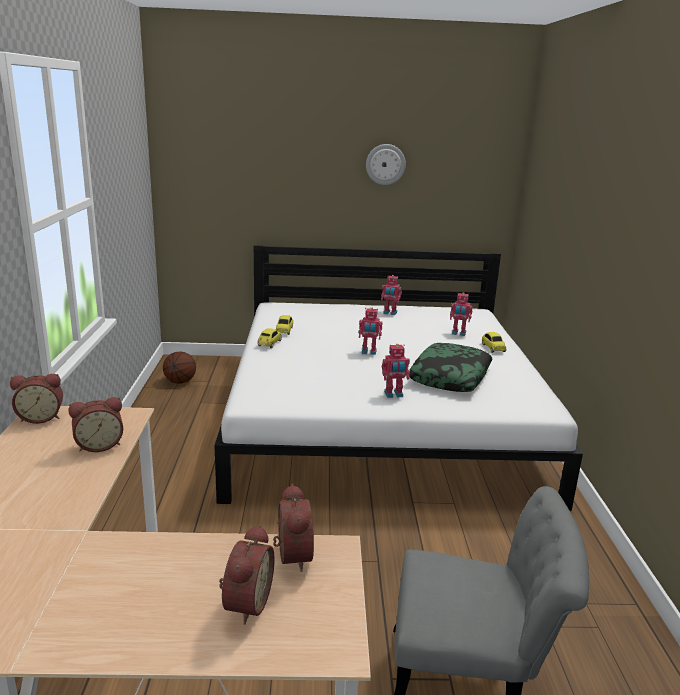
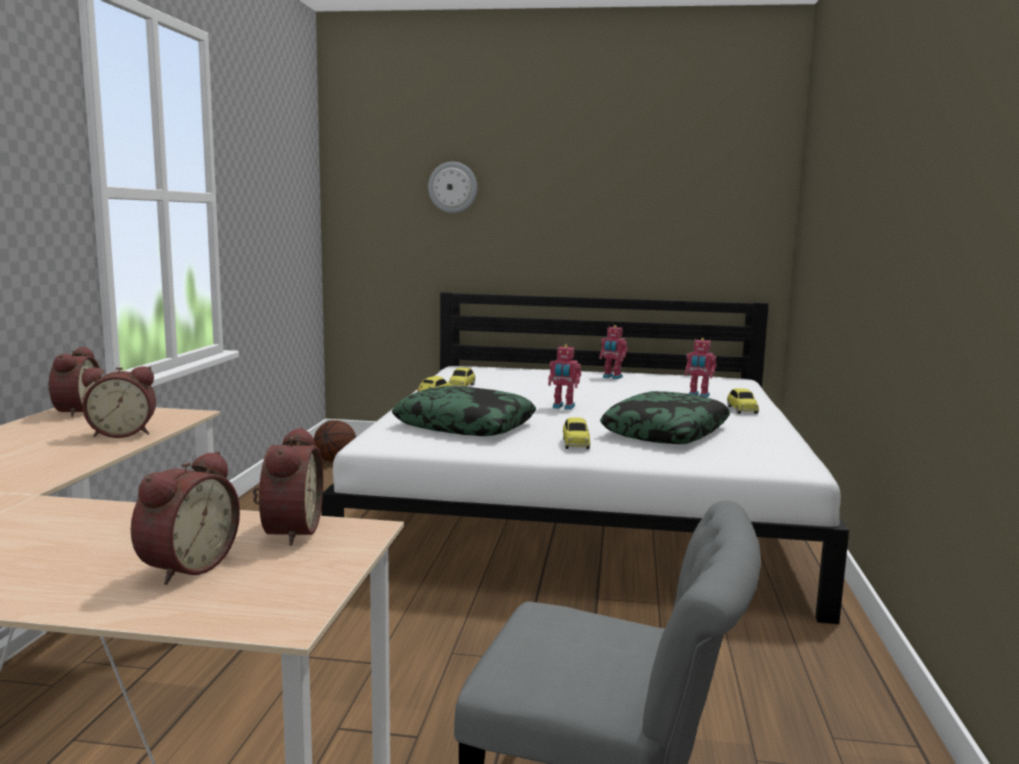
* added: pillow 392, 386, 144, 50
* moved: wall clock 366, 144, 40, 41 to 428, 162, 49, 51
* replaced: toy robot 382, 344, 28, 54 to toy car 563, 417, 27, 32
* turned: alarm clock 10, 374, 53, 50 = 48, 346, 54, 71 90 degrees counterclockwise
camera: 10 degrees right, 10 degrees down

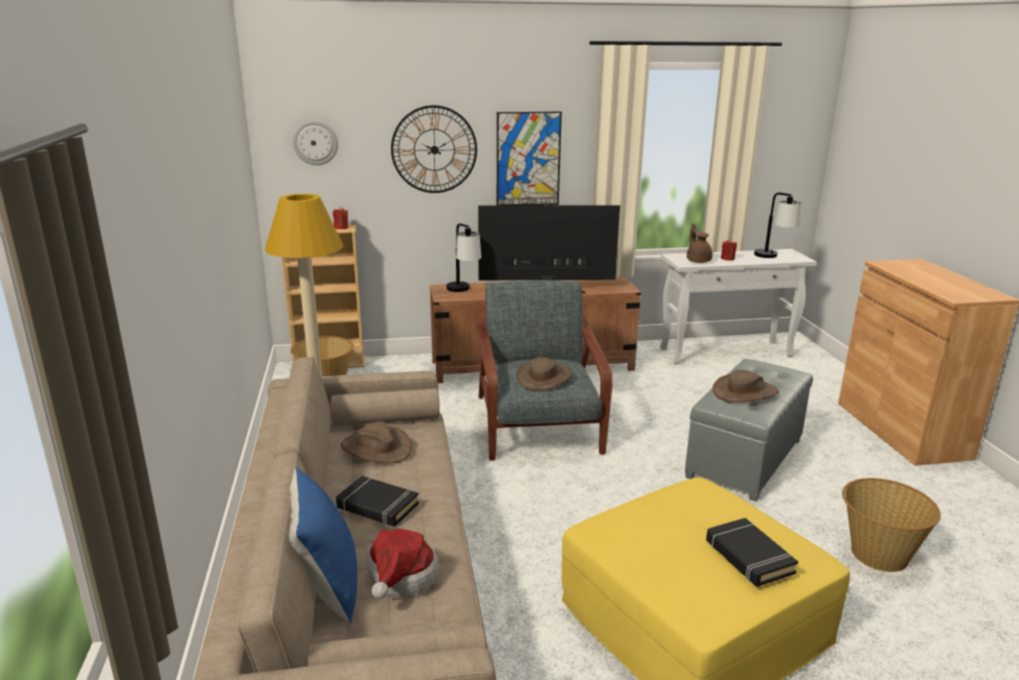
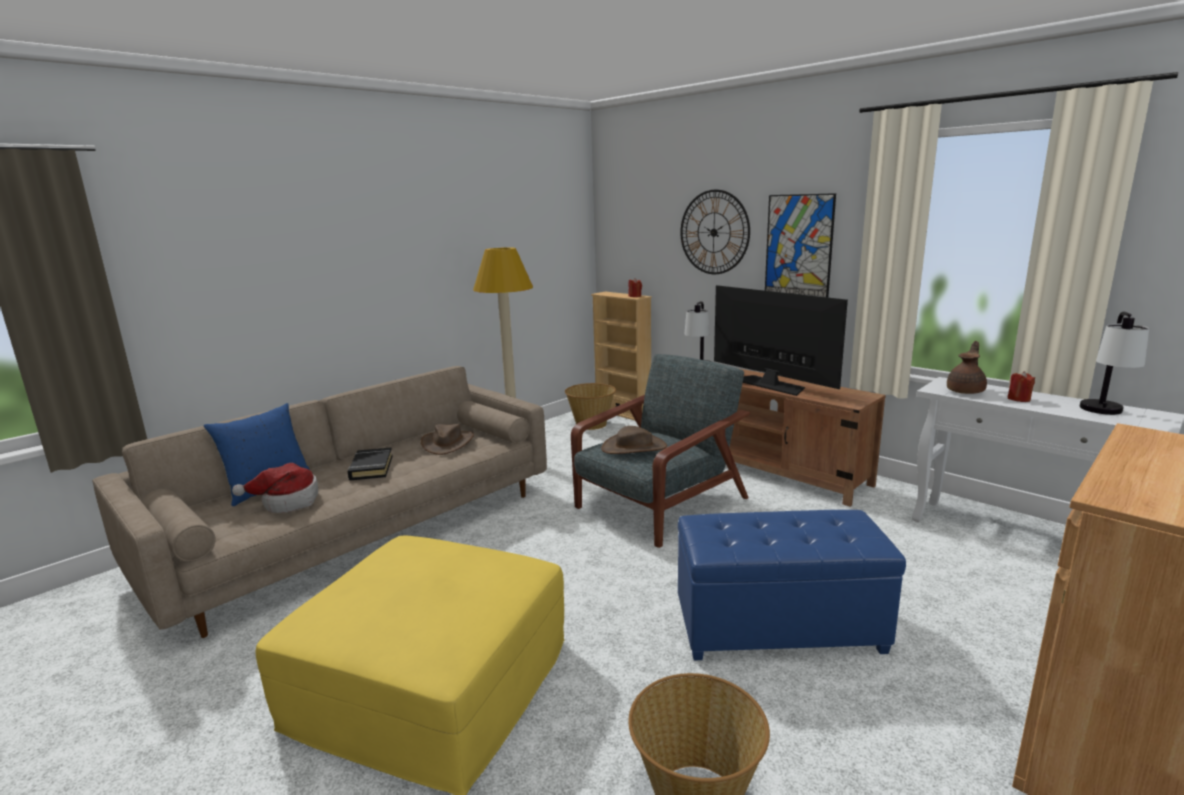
* removed: wall clock 293, 120, 45, 45
* removed: black book 706, 518, 92, 69
* removed: brown hat 713, 370, 66, 32
* recoloured: grey ottoman 685, 359, 128, 142 to blue ottoman 678, 510, 228, 151
camera: 55 degrees right, 5 degrees down

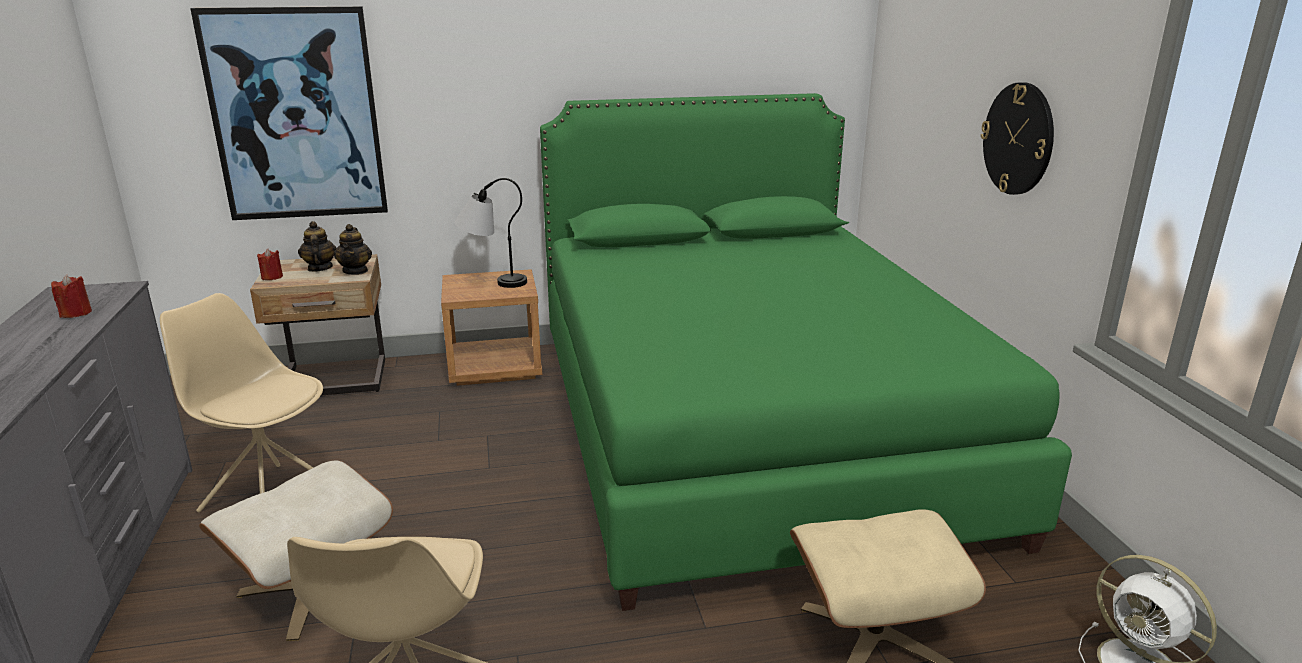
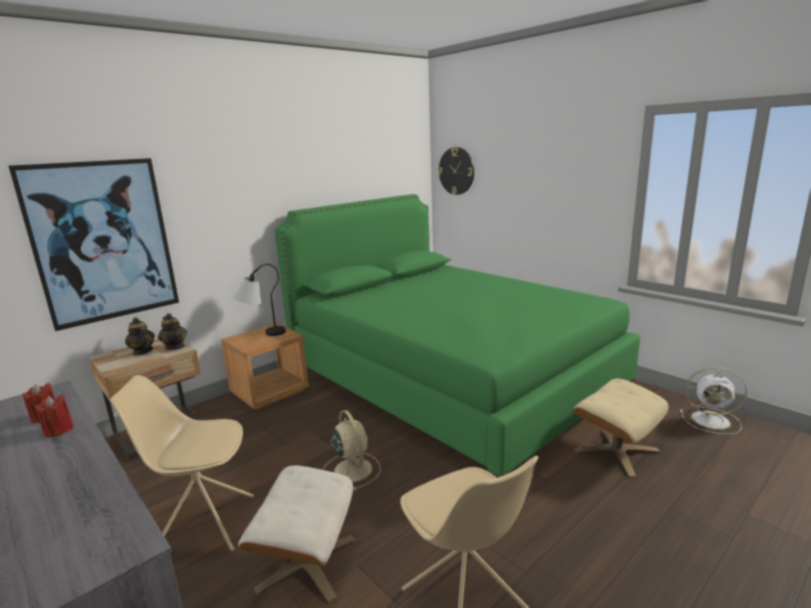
* added: beige fan 323, 410, 58, 80
* moved: red candle 257, 249, 26, 31 to 35, 394, 39, 44
* moved: wall clock 981, 82, 73, 113 to 438, 147, 36, 48
camera: 30 degrees left, 5 degrees down

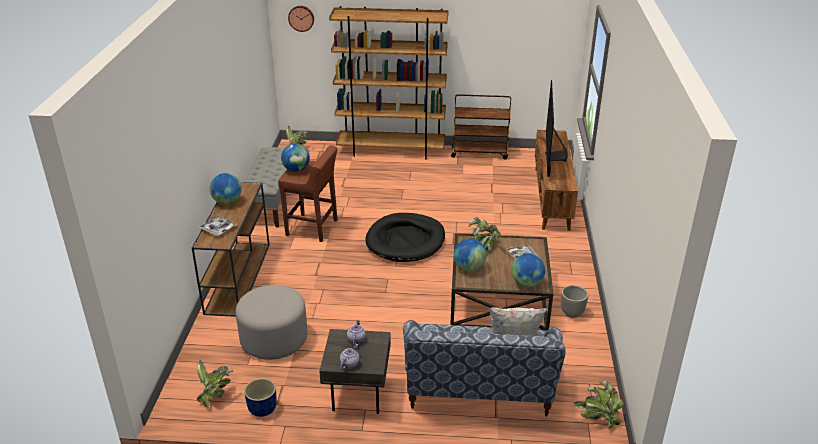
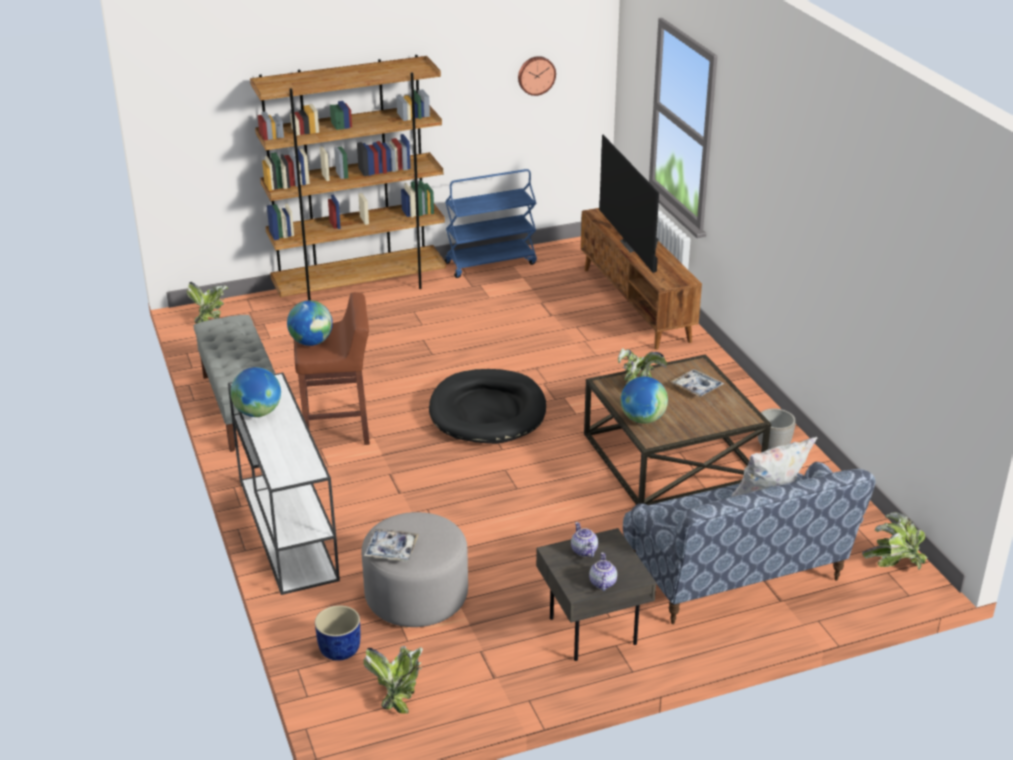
* removed: globe 511, 253, 34, 34
* moved: tray 199, 216, 38, 20 to 364, 529, 55, 32
* moved: blue planter 244, 378, 33, 39 to 315, 605, 45, 56
* moved: wall clock 288, 6, 26, 26 to 518, 56, 38, 40
* recoloured: brown console table 192, 182, 78, 135 to white console table 228, 373, 112, 222
* recoloured: brown cart 451, 94, 60, 66 to blue cart 444, 169, 93, 109
camera: 25 degrees left, 0 degrees up

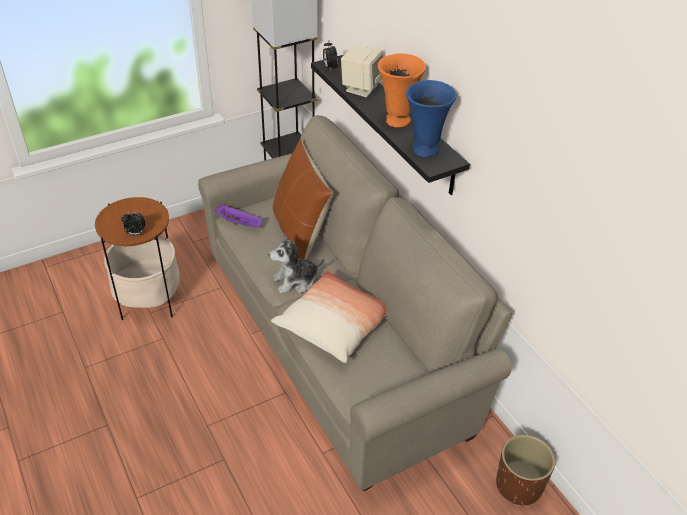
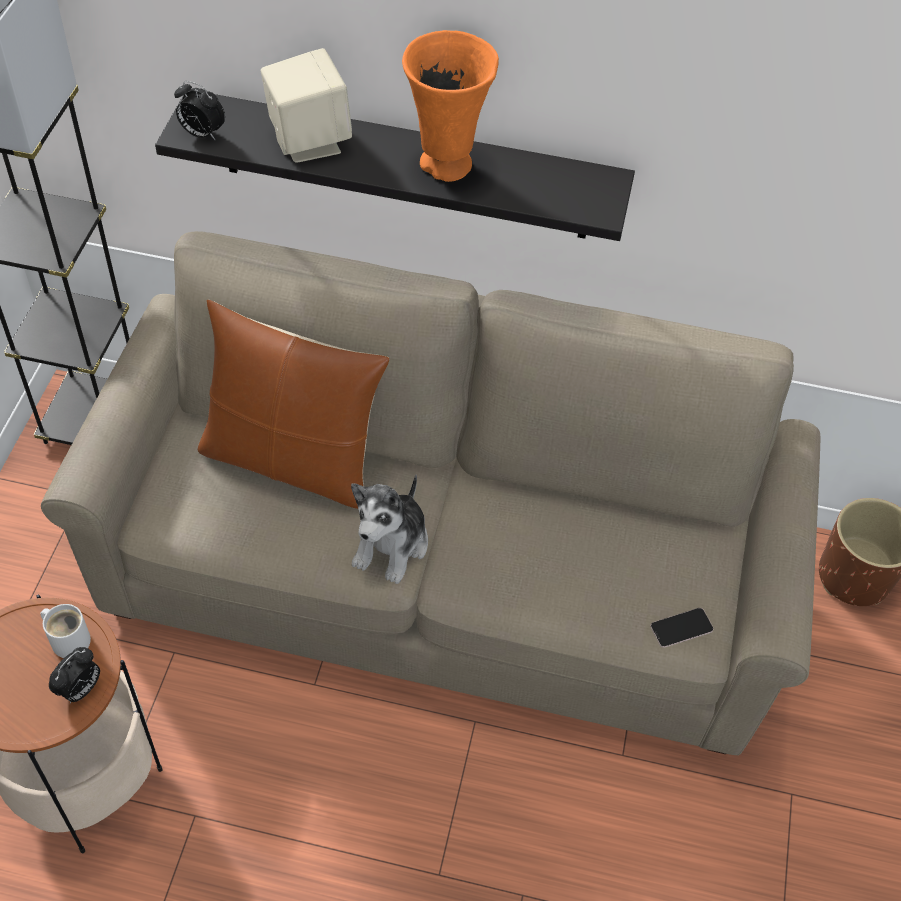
* removed: purple tray 214, 204, 49, 24
* removed: pillow 271, 270, 117, 93
* removed: blue vase 406, 80, 51, 77
* added: white mug 41, 604, 50, 54
* added: phone 650, 608, 64, 40
camera: 50 degrees left, 10 degrees up

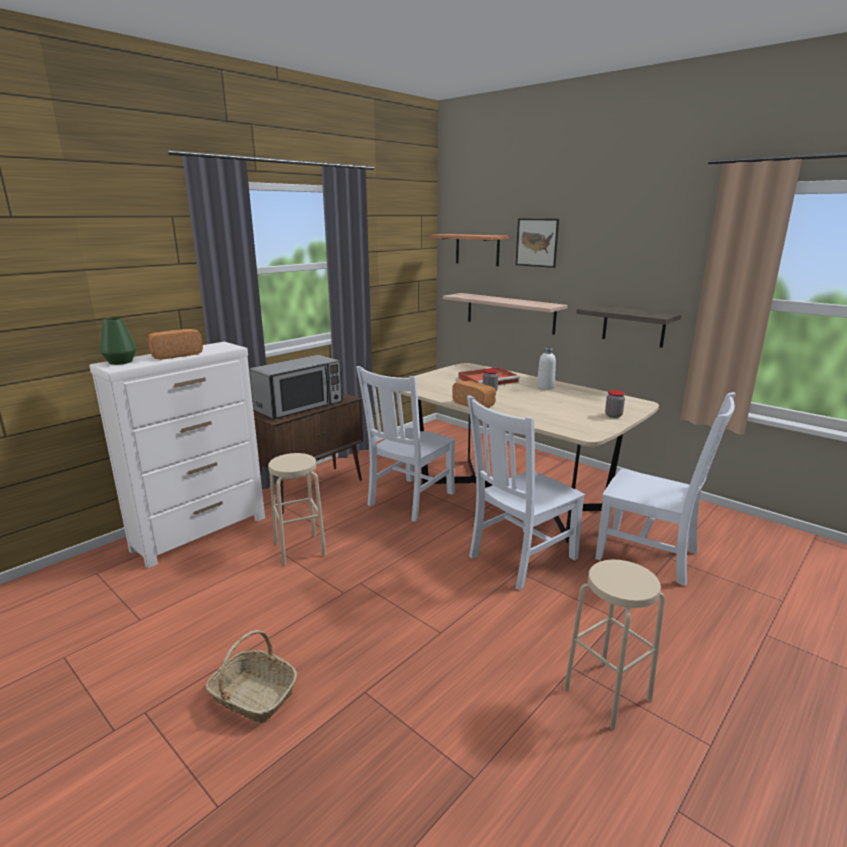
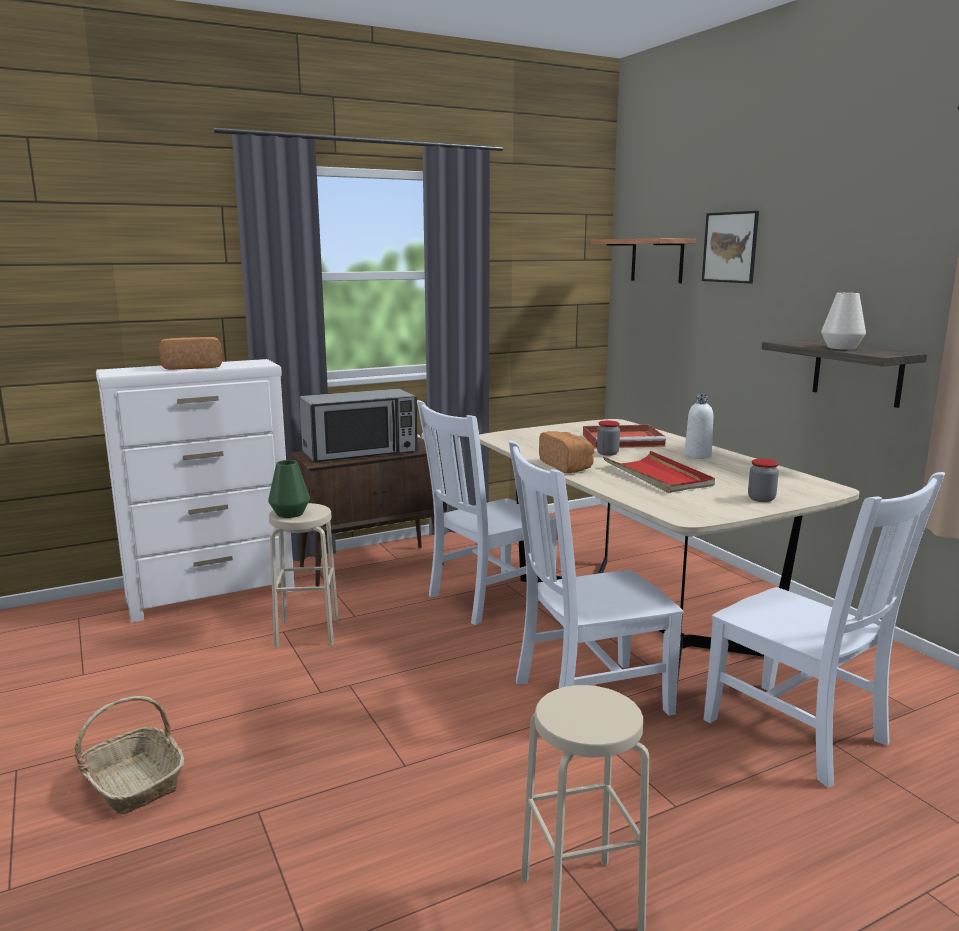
* removed: shelf 443, 293, 125, 42
* added: red tray 603, 451, 112, 42
* added: white vase 821, 293, 45, 57
* moved: green vase 100, 318, 37, 47 to 268, 460, 42, 58
camera: 20 degrees right, 5 degrees down

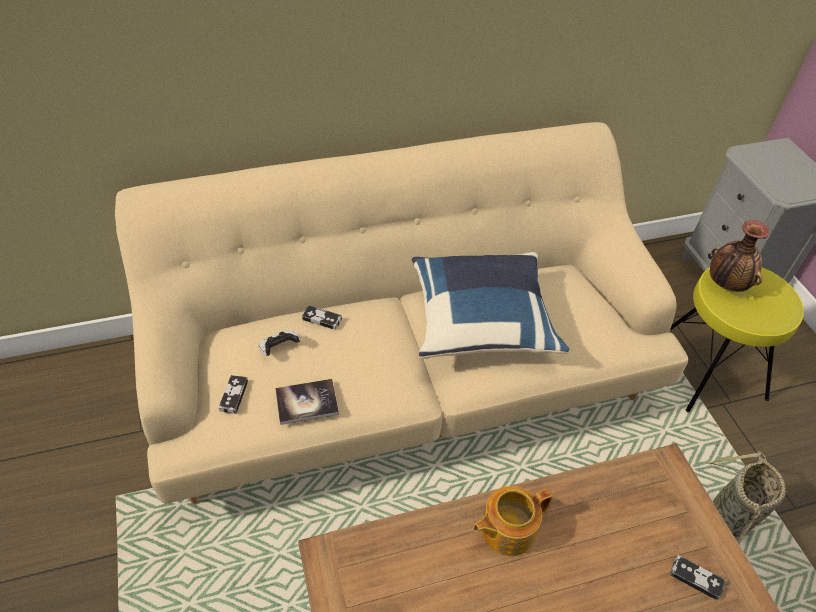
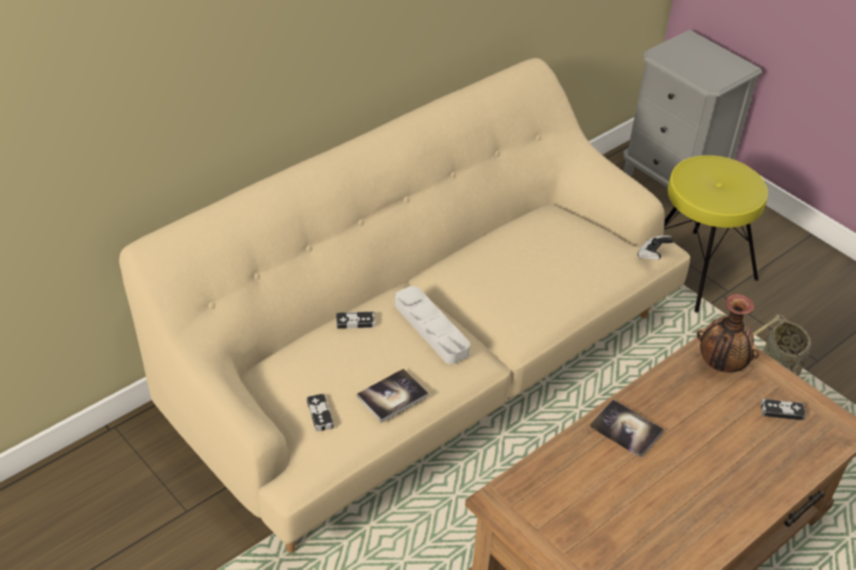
* removed: blue pillow 411, 252, 159, 107
* added: grey tray 395, 286, 75, 78
* moved: game controller 259, 330, 42, 26 to 637, 235, 36, 25
* moved: vase 710, 220, 59, 72 to 697, 294, 62, 79
* replaced: teapot 473, 486, 80, 70 to book 590, 400, 74, 58
camera: 25 degrees left, 5 degrees down

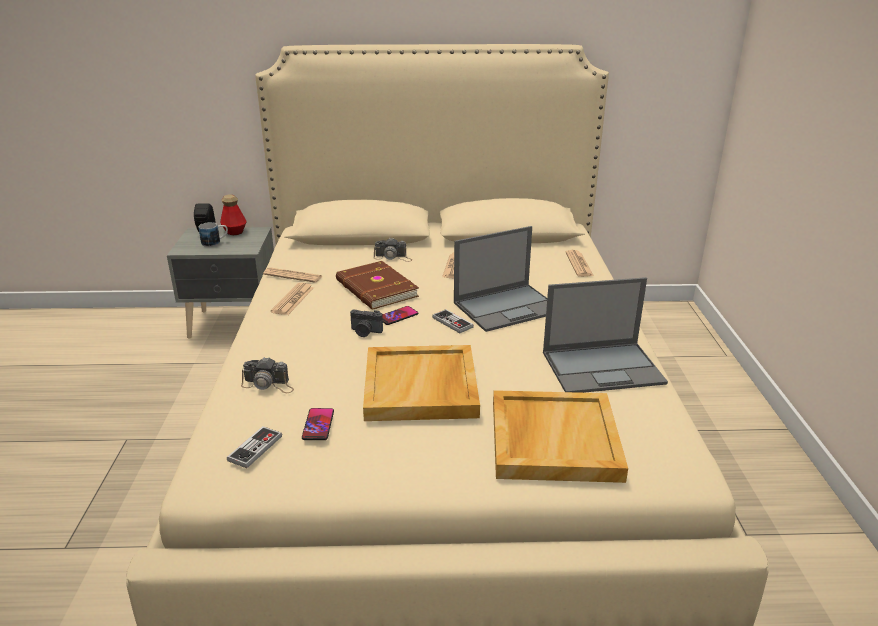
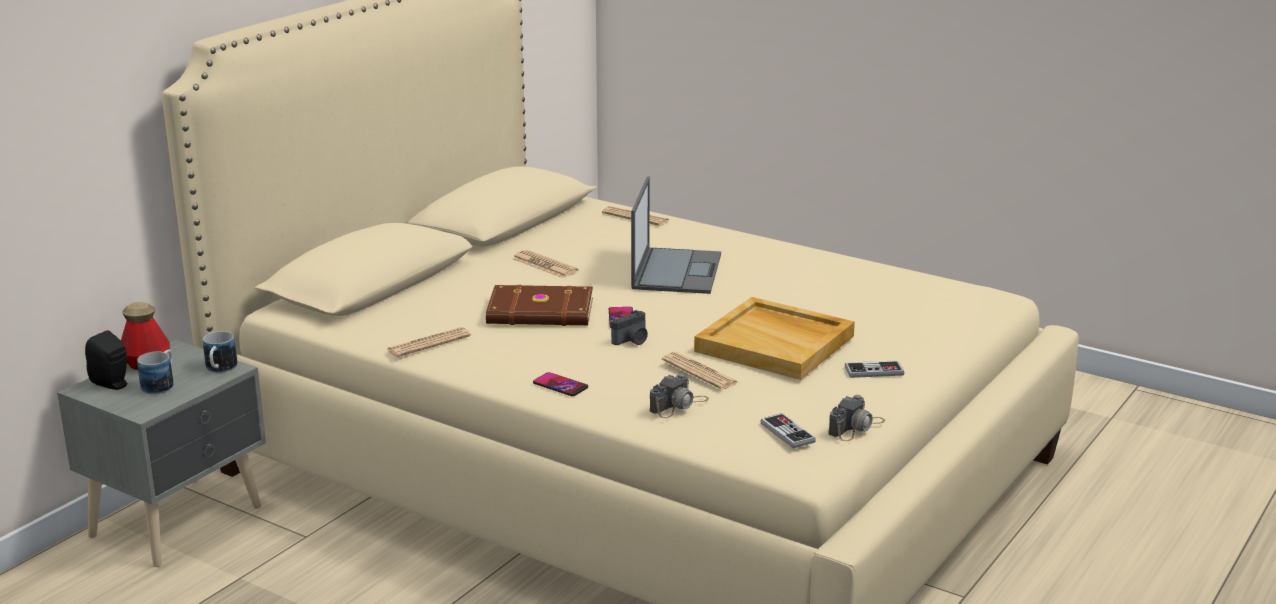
* removed: beige tray 493, 390, 135, 93
* removed: laptop 543, 277, 125, 116
* added: mug 203, 331, 34, 42
* moved: newspaper 271, 283, 43, 32 to 662, 352, 77, 38
* moved: phone 302, 408, 32, 32 to 533, 372, 55, 24
* moved: photo camera 374, 238, 38, 24 to 829, 395, 56, 46
* moved: game controller 432, 309, 42, 24 to 845, 360, 59, 18
camera: 55 degrees left, 5 degrees down

